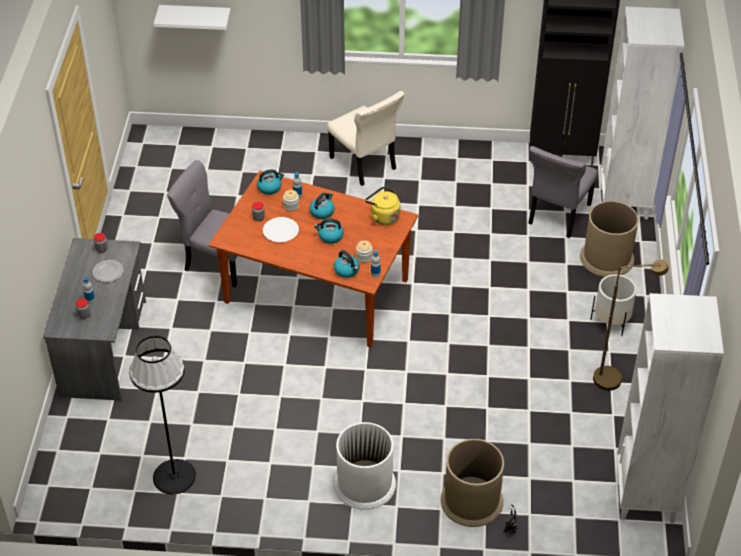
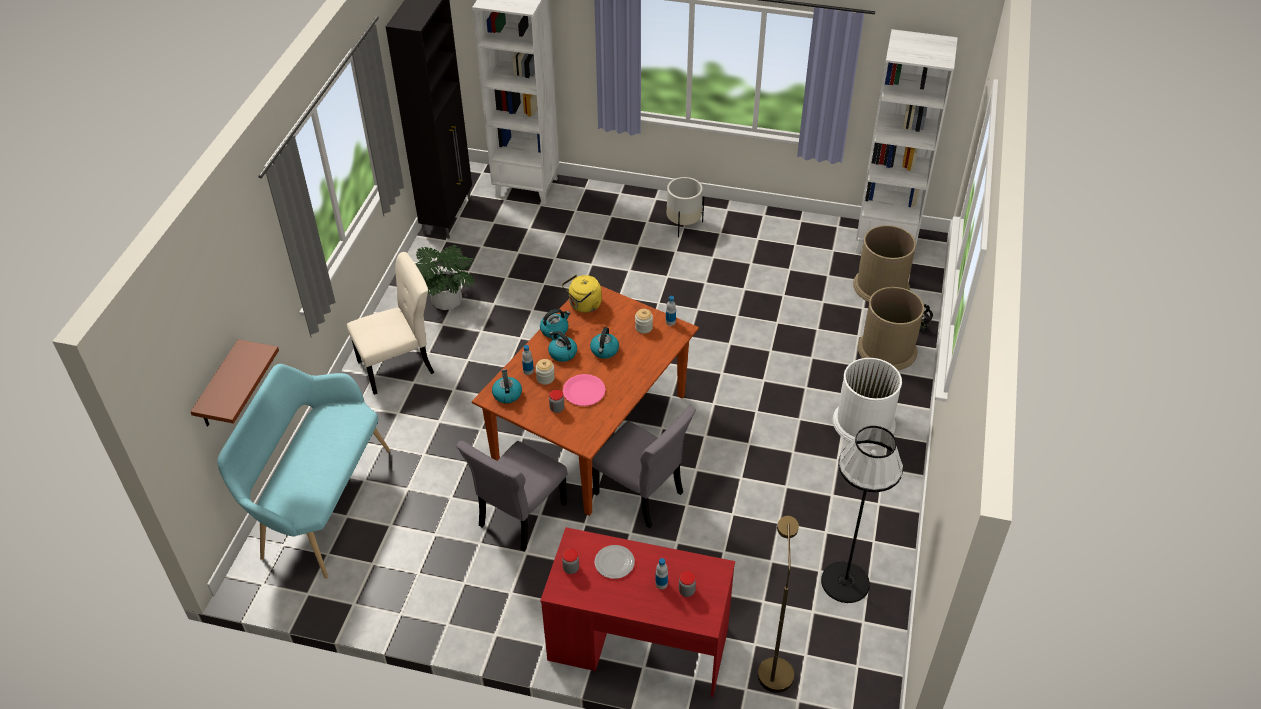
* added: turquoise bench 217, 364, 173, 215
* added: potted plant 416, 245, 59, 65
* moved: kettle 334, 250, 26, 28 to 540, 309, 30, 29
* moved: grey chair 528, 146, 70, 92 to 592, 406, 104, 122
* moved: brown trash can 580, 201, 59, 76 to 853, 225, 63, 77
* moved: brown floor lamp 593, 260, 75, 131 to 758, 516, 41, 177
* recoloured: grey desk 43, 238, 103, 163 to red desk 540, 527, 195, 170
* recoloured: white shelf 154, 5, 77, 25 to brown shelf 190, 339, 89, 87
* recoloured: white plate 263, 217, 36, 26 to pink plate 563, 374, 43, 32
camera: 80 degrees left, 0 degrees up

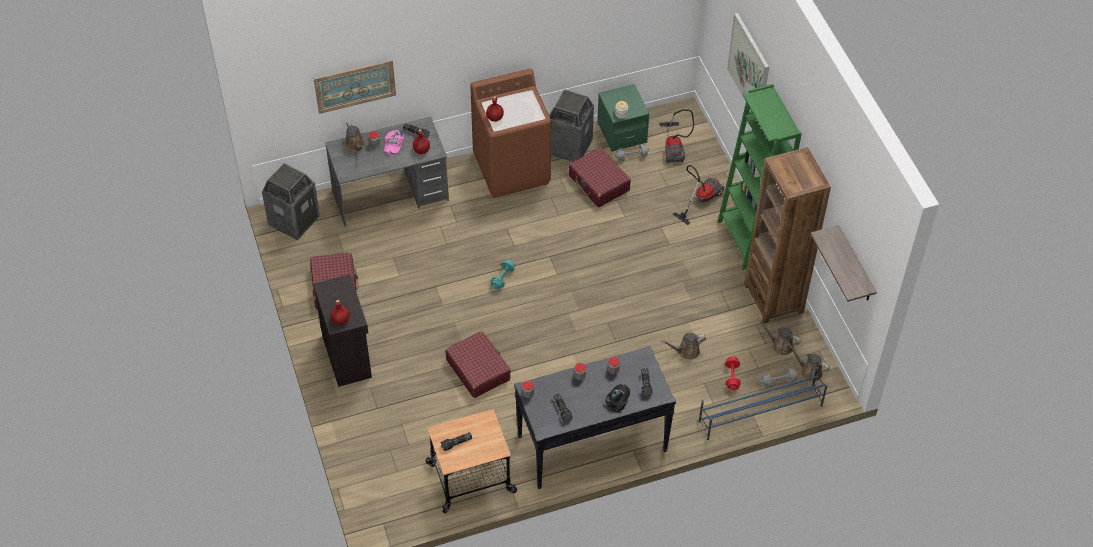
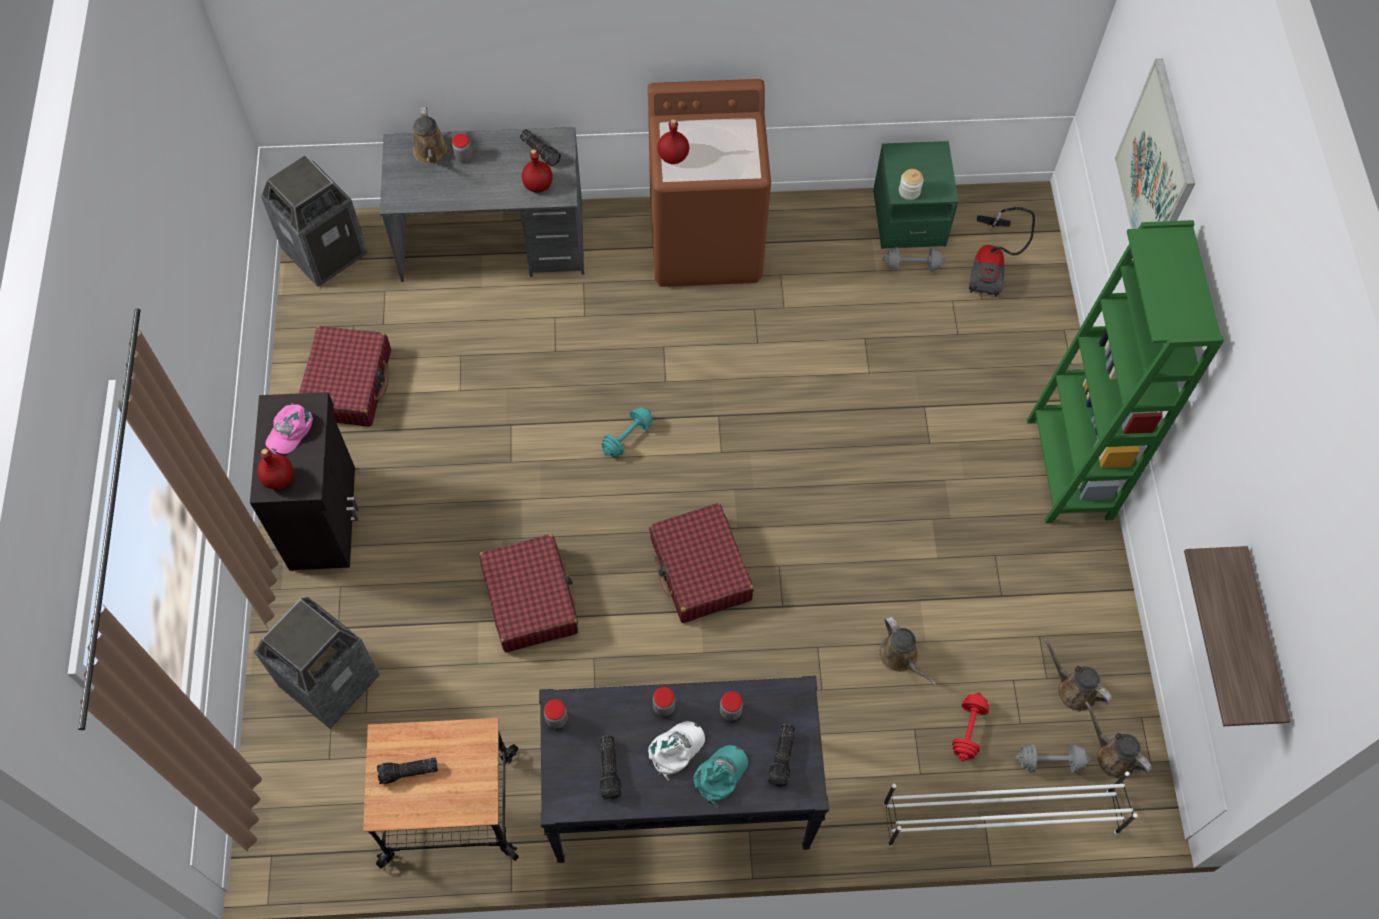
* removed: picture 314, 60, 82, 54
* removed: vacuum cleaner 673, 165, 52, 60
* removed: brown bookcase 744, 147, 87, 177
* added: white cap 648, 721, 57, 60
* moved: pink cap 384, 130, 20, 25 to 265, 403, 48, 52
* moved: trash can 549, 89, 45, 73 to 254, 596, 126, 133
* moved: red suitcase 569, 148, 62, 59 to 649, 503, 105, 120
* recoloured: black cap 605, 384, 25, 29 to turquoise cap 693, 745, 55, 63
* recoloured: blue shoe rack 699, 367, 129, 73 to white shoe rack 883, 771, 255, 76
* turned: brown watering can 661, 333, 45, 26 = 880, 616, 56, 70 120 degrees counterclockwise
camera: 15 degrees right, 10 degrees up

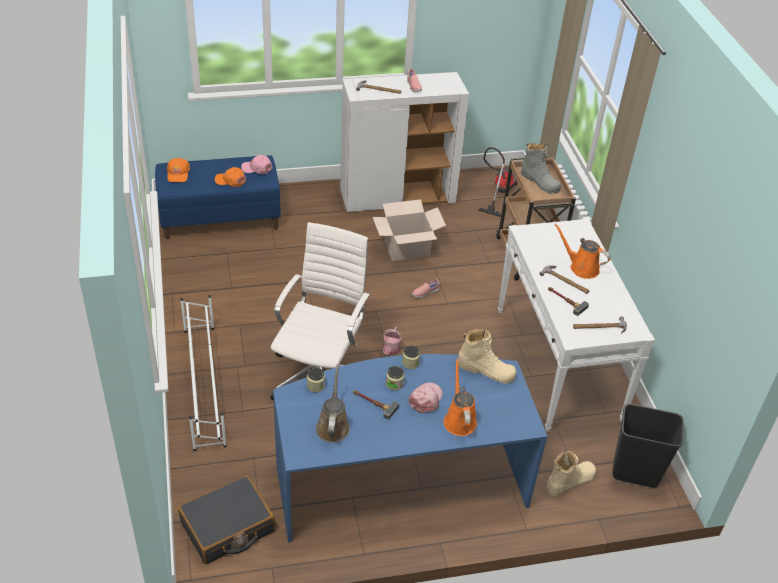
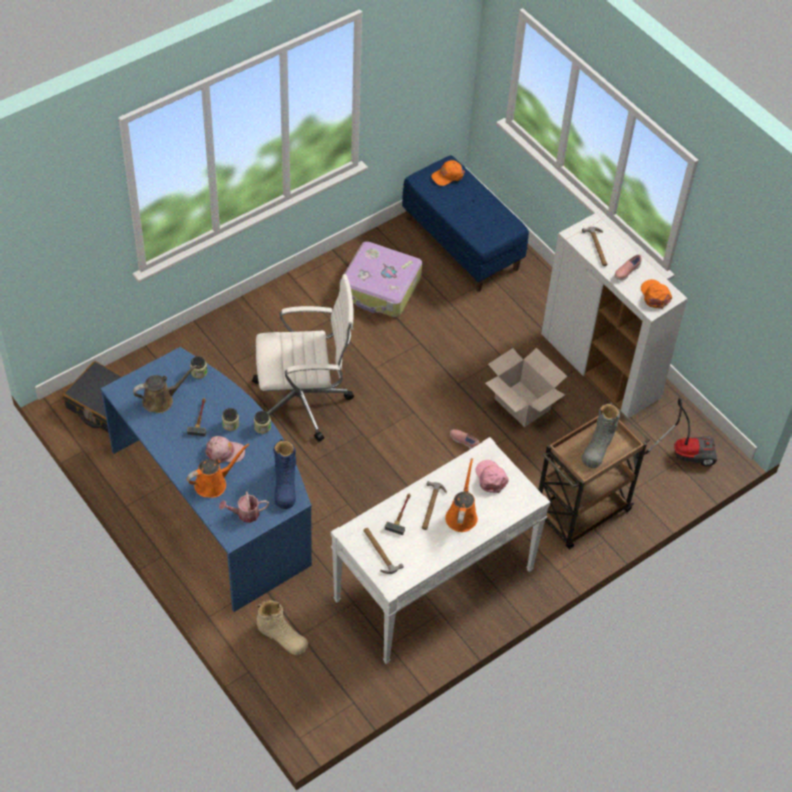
* removed: white shoe rack 180, 295, 47, 156
* removed: black trash can 612, 404, 72, 84
* added: suitcase 339, 241, 83, 76
* moved: orange cap 215, 167, 31, 20 to 641, 279, 31, 30
* moved: pink cap 241, 155, 32, 19 to 475, 460, 34, 33
* moved: watering can 383, 327, 19, 28 to 219, 491, 50, 32
* recoloured: beige boot 458, 329, 59, 55 to blue boot 273, 439, 23, 70
camera: 65 degrees right, 10 degrees up

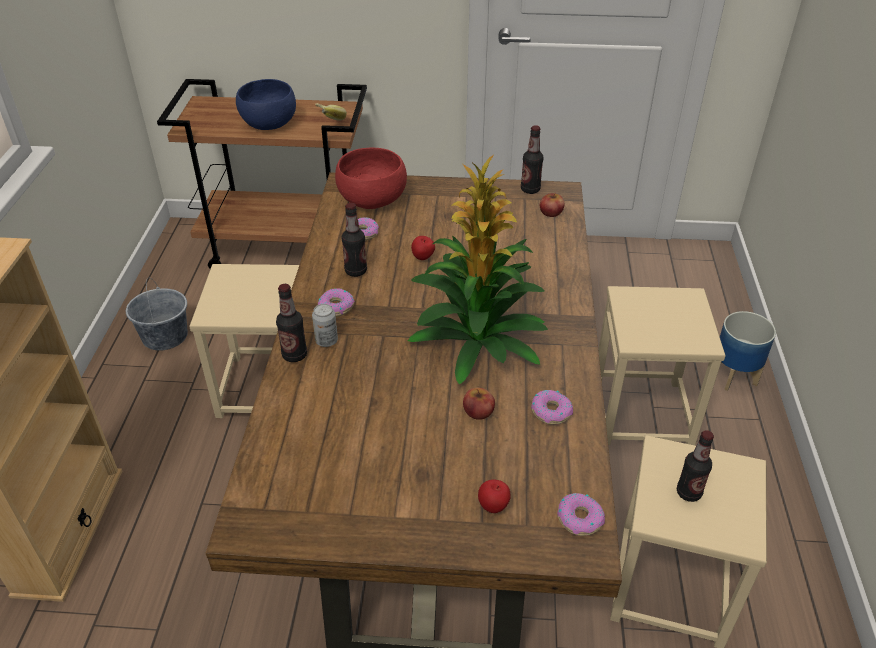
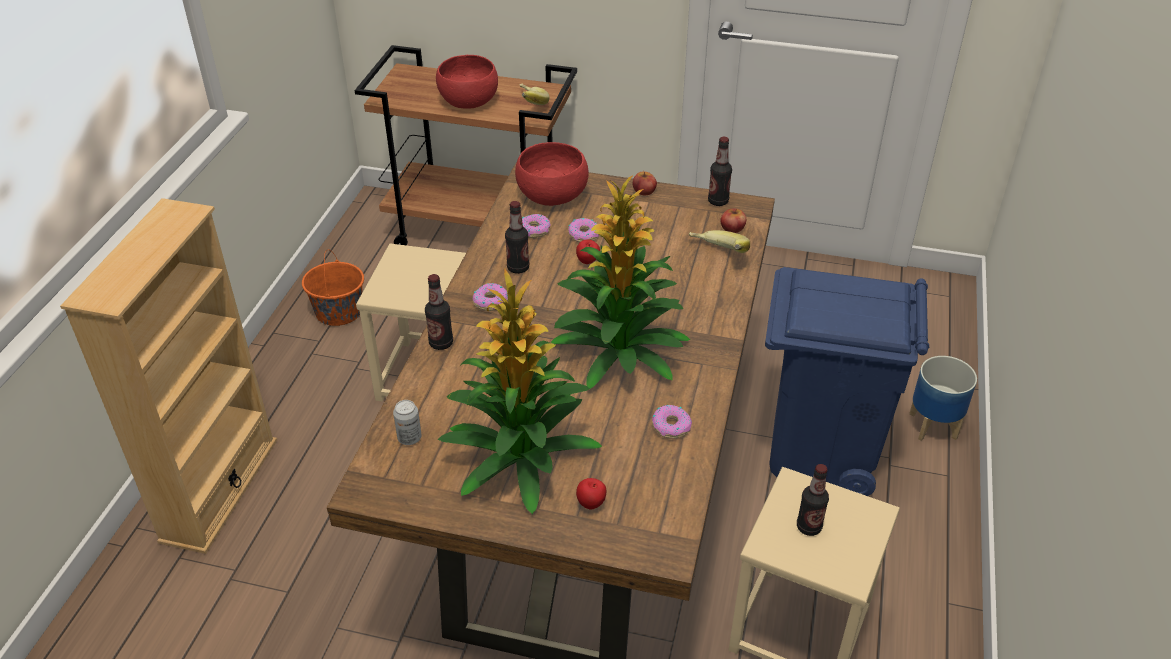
* added: potted plant 438, 269, 164, 245
* added: banana 689, 230, 61, 23
* moved: can 312, 304, 26, 43 to 393, 400, 29, 45
* moved: apple 463, 388, 32, 32 to 633, 172, 24, 23
* moved: donut 557, 493, 48, 43 to 568, 218, 32, 24
* replaced: beige stool 598, 286, 128, 159 to blue trash can 765, 267, 164, 229
* recoloured: grey bucket 126, 278, 62, 73 to orange bucket 302, 250, 62, 76
* recoloured: blue bowl 236, 79, 60, 51 to red bowl 436, 55, 62, 54
camera: 10 degrees right, 0 degrees up

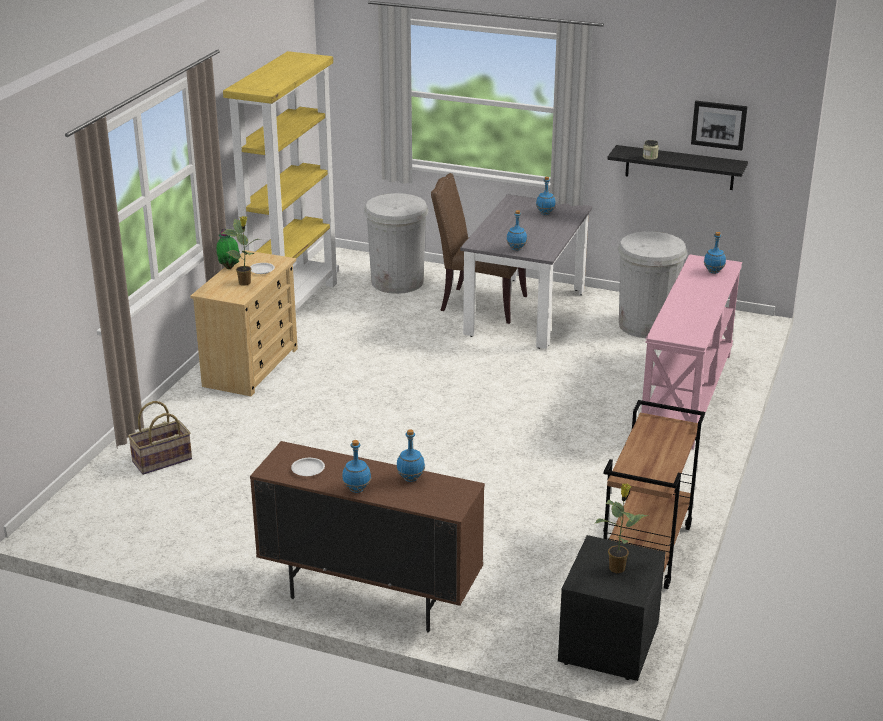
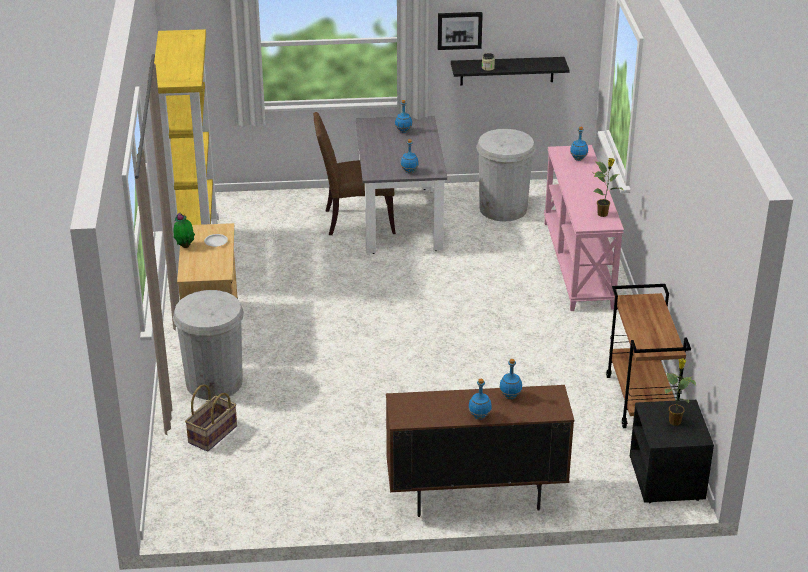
* removed: white plate 291, 458, 34, 18
* moved: potted plant 221, 216, 38, 70 to 593, 158, 30, 59
* moved: white trash can 364, 193, 65, 101 to 173, 290, 71, 110
* moved: picture 691, 101, 57, 50 to 438, 12, 45, 38
camera: 25 degrees left, 5 degrees up

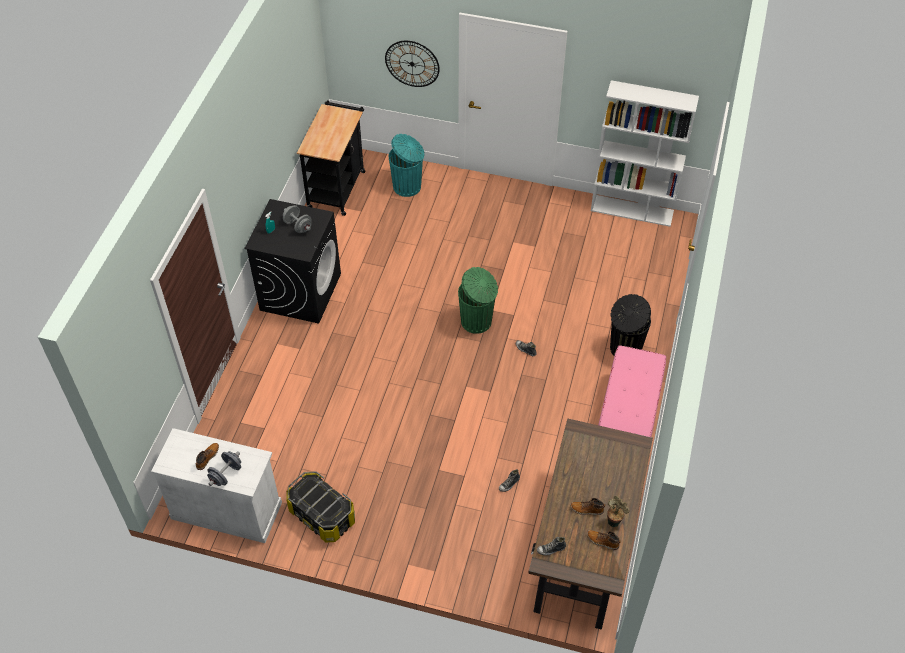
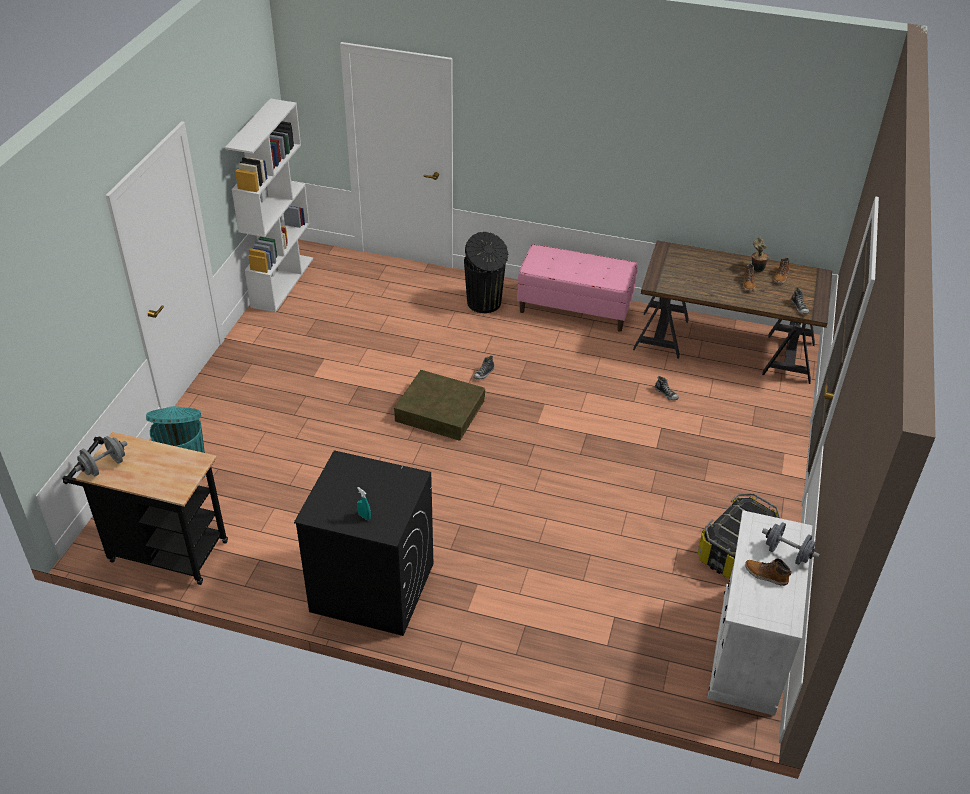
* removed: wall clock 385, 41, 55, 46
* moved: grey dumbbell 283, 205, 29, 28 to 75, 436, 52, 40
* replaced: green trash can 458, 267, 40, 67 to brown storage box 394, 370, 91, 71
camera: 90 degrees left, 10 degrees down

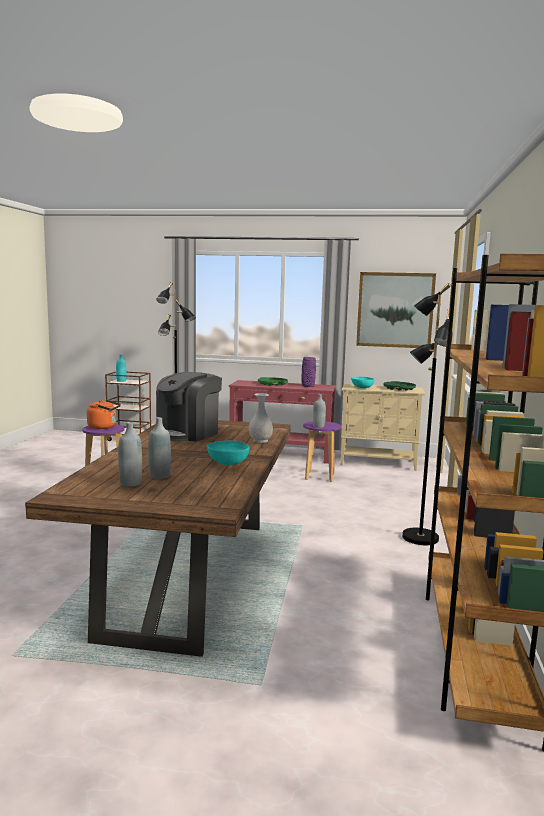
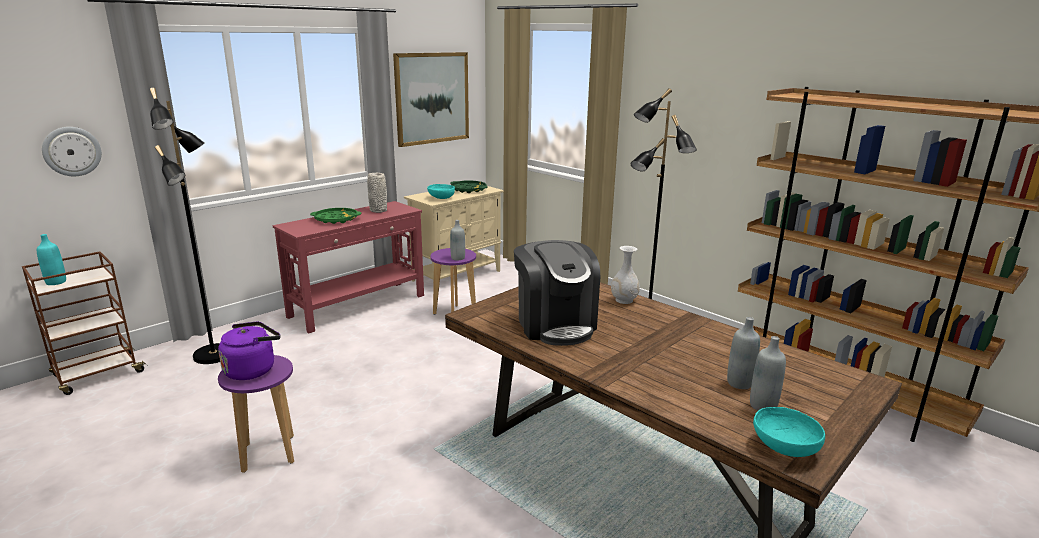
* added: wall clock 42, 127, 60, 49
* moved: turquoise bowl 207, 440, 43, 25 to 753, 407, 72, 50
* recoloured: orange kettle 87, 400, 34, 29 to purple kettle 218, 322, 63, 58
* recoloured: purple vase 301, 357, 15, 30 to grey vase 367, 173, 20, 40
camera: 55 degrees left, 10 degrees up

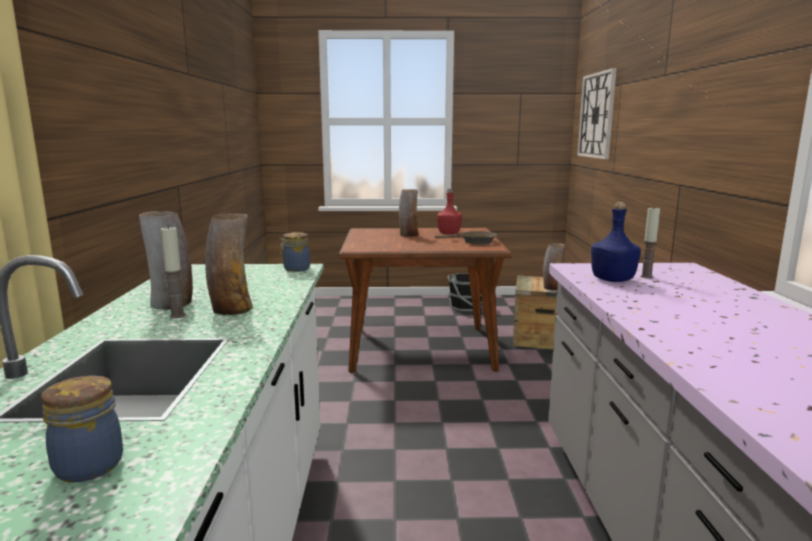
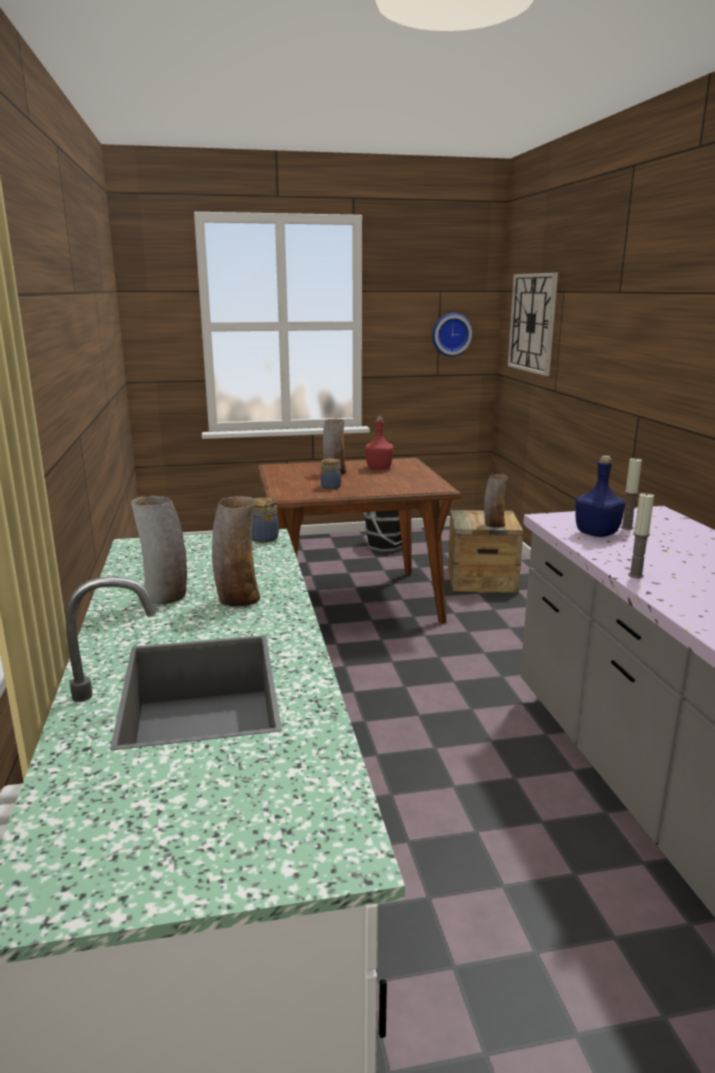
* removed: brown frying pan 435, 231, 62, 14
* added: wall clock 432, 313, 41, 44
* moved: jar 41, 375, 82, 107 to 321, 458, 20, 31
* moved: candle 161, 226, 25, 92 to 628, 492, 26, 86
camera: 10 degrees left, 5 degrees up

